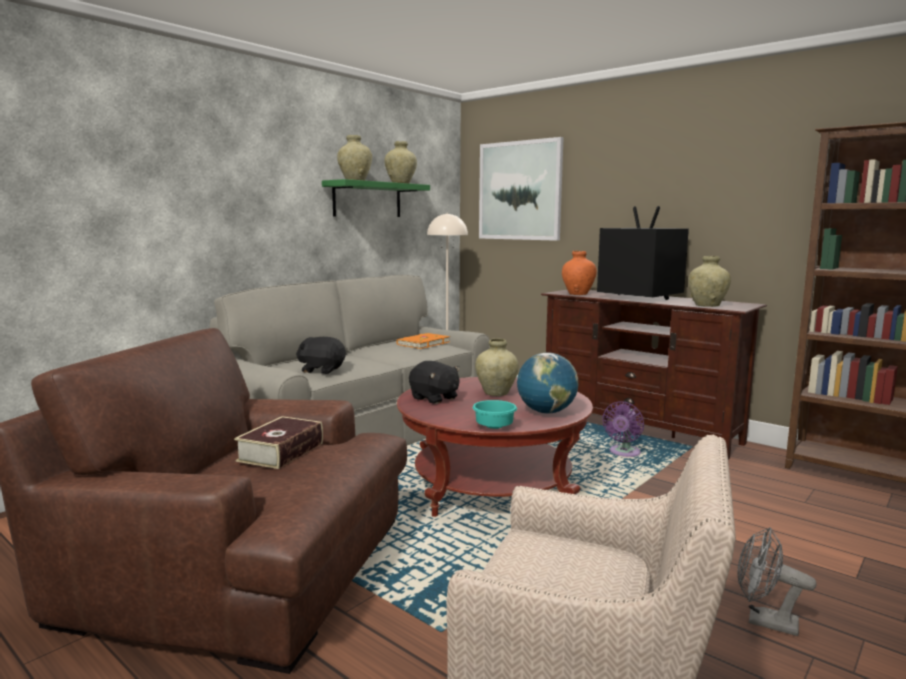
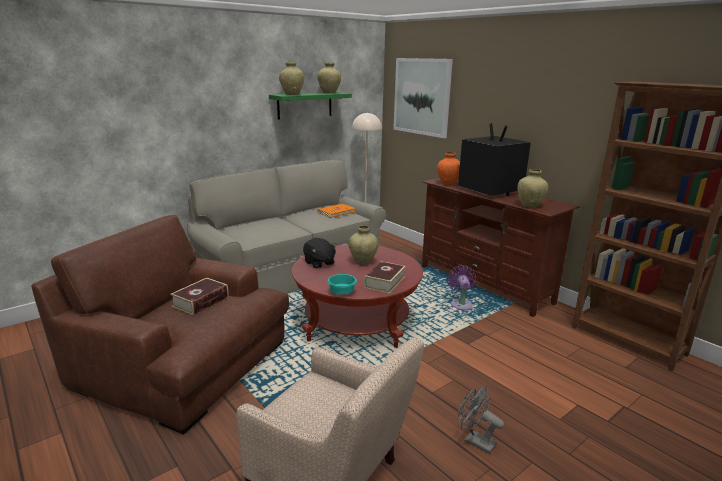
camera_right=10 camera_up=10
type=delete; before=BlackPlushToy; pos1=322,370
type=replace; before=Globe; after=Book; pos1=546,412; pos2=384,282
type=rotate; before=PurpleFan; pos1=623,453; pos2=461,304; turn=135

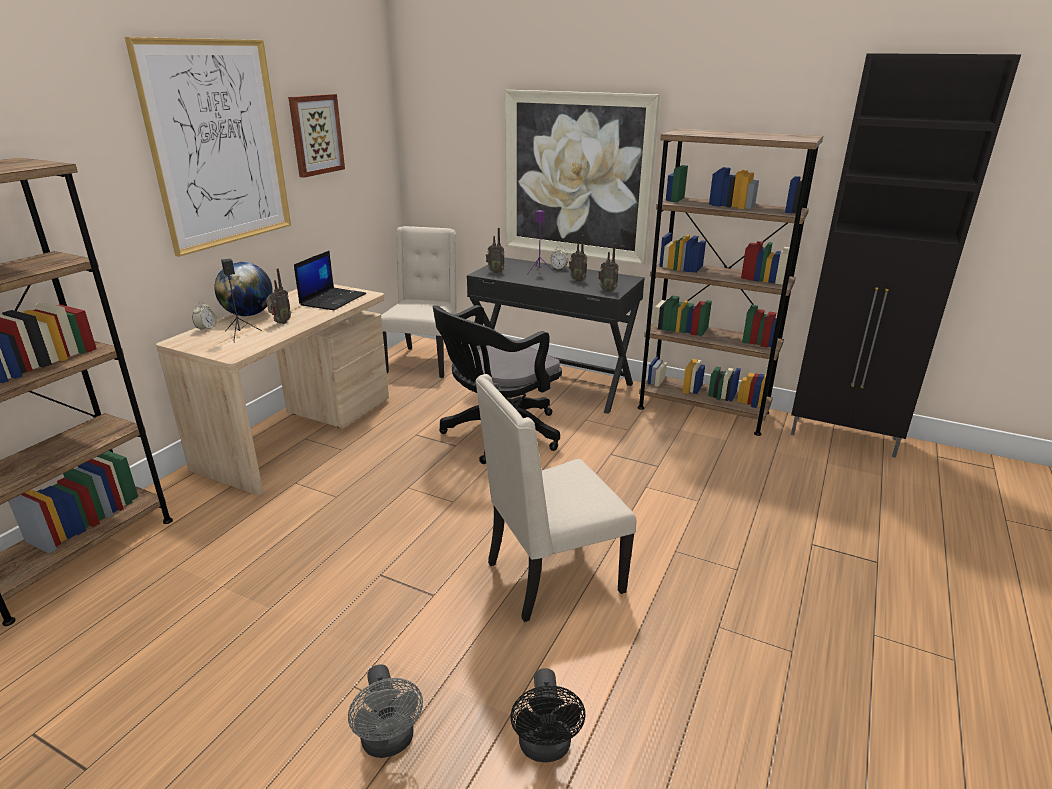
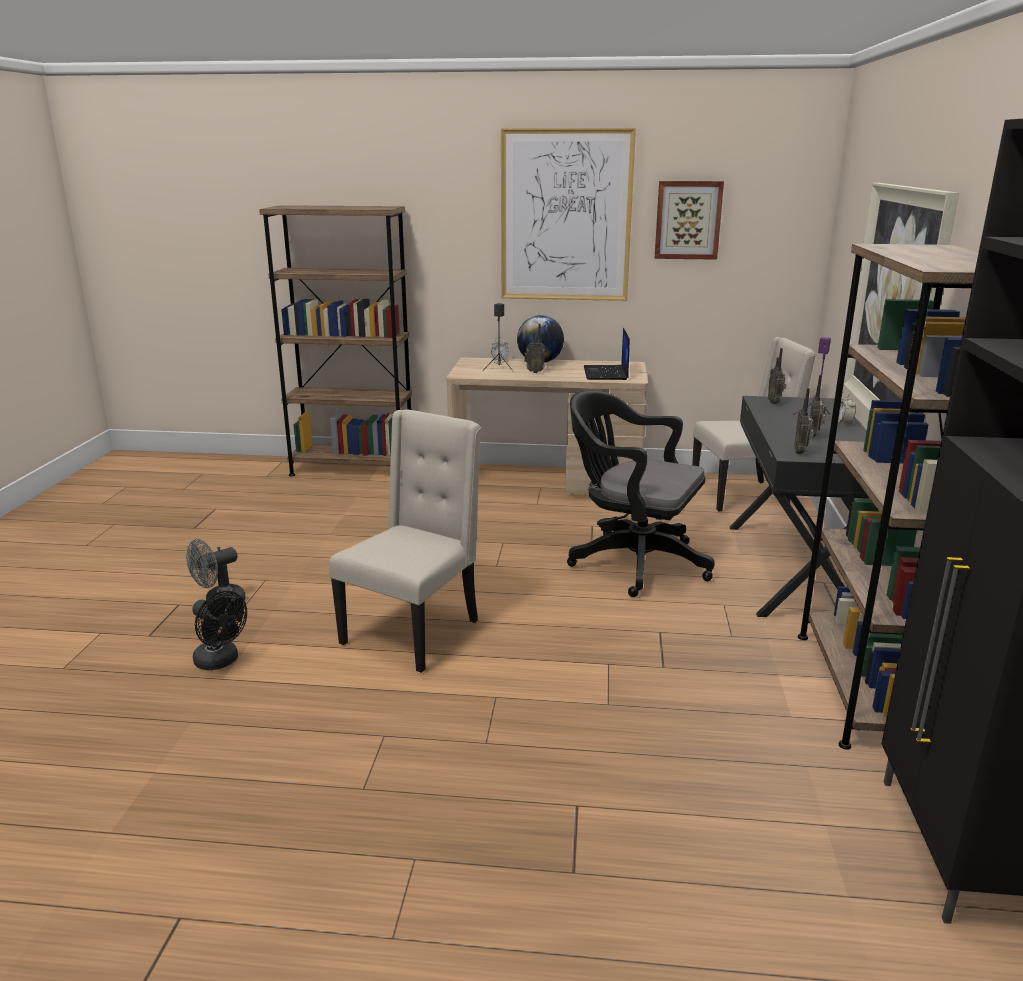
camera_right=70 camera_up=-5
type=rotate; before=Laptop; pos1=333,299; pos2=606,373; turn=90
type=rotate; before=BeigeChair; pos1=551,577; pos2=414,631; turn=75
type=rotate; before=BlackFan; pos1=545,748; pos2=221,662; turn=-120

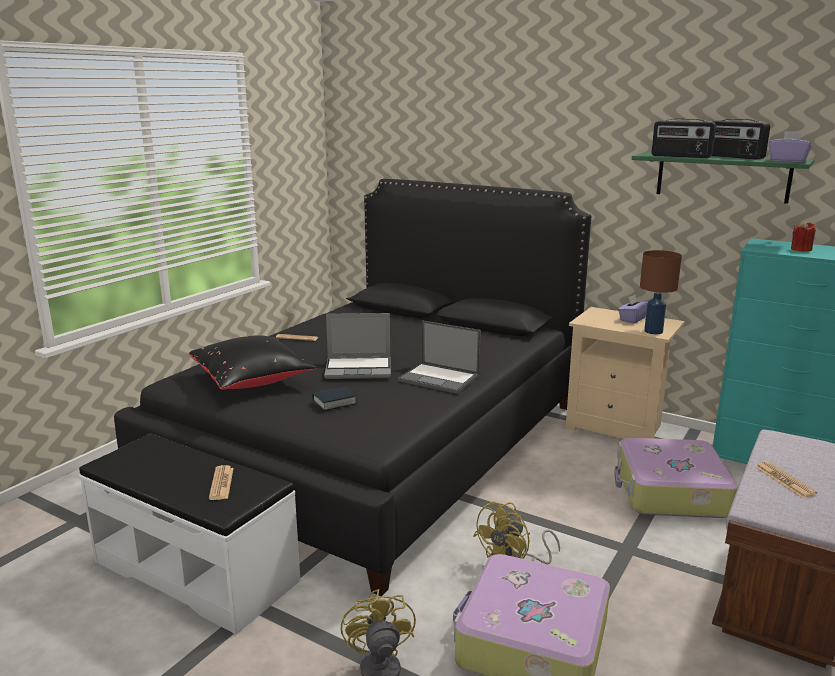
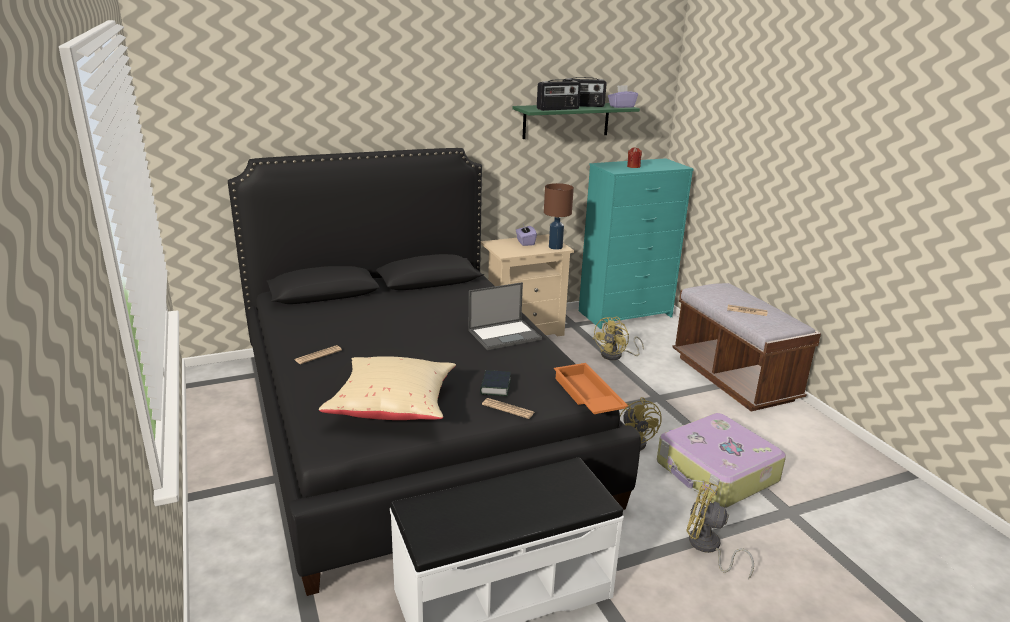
camera_right=-55 camera_up=5
type=delete; before=Laptop; pos1=359,369
type=insert; after=OrangeTray; pos2=586,396
type=move; before=Newspaper; pos1=221,483; pos2=508,409
type=replace; before=Suitcase; after=YellowFan; pos1=670,492; pos2=616,356
type=recolor; before=BlackPillow; after=BeigePillow; pos1=253,381; pos2=393,406

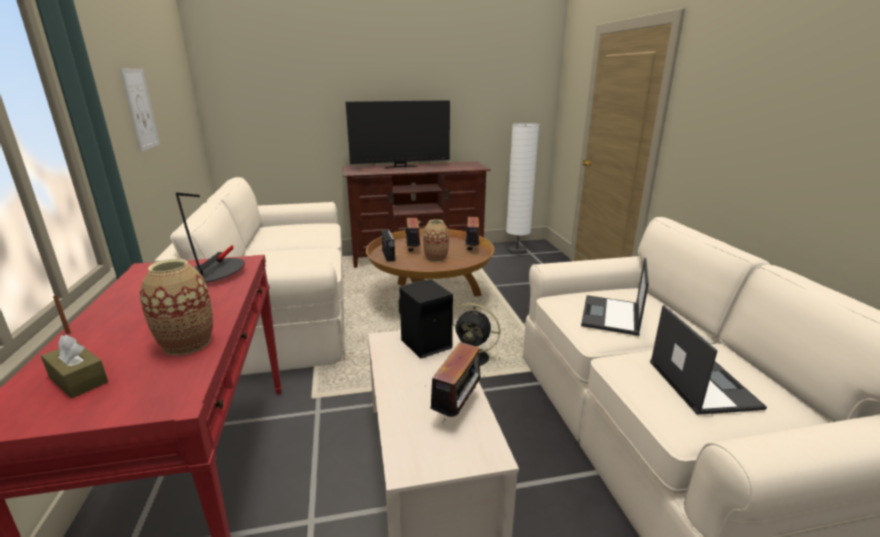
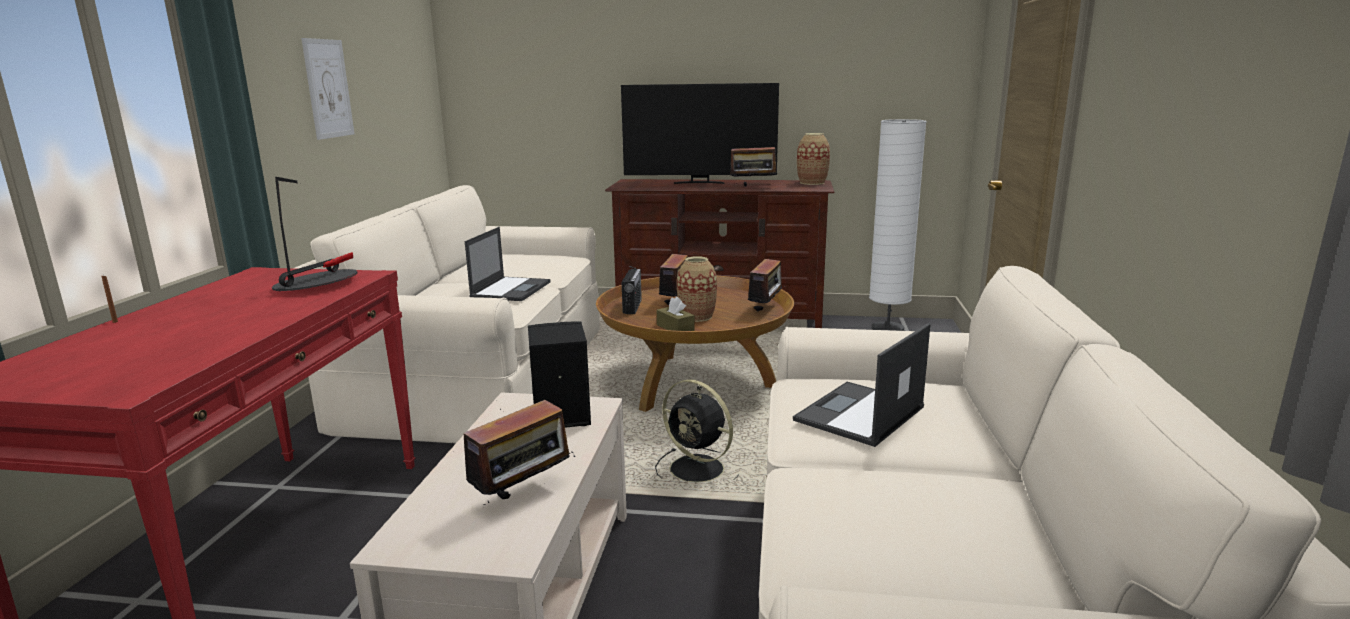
camera_right=20 camera_up=-5
type=insert; after=Radio; pos2=753,187
type=move; before=BrownTissueBox; pos1=78,379; pos2=675,328
type=move; before=Vase; pos1=187,343; pos2=812,183
type=move; before=Laptop; pos1=701,383; pos2=511,289

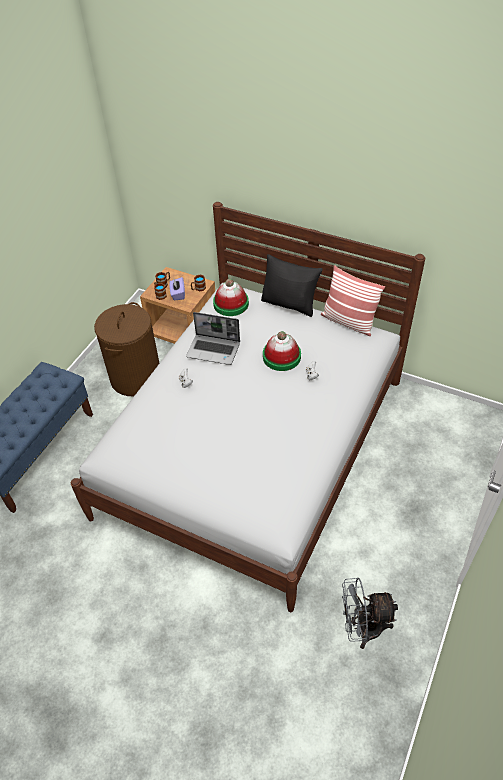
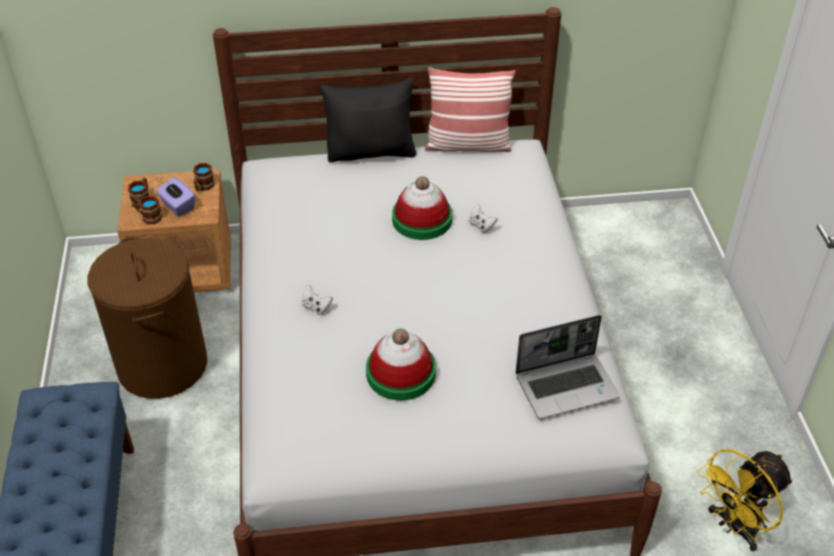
camera_right=-35 camera_up=-5
type=move; before=Laptop; pos1=214,350; pos2=567,386
type=move; before=Hat; pos1=231,304; pos2=401,373
type=recolor; before=GreyFan; after=YellowFan; pos1=362,628; pos2=734,527

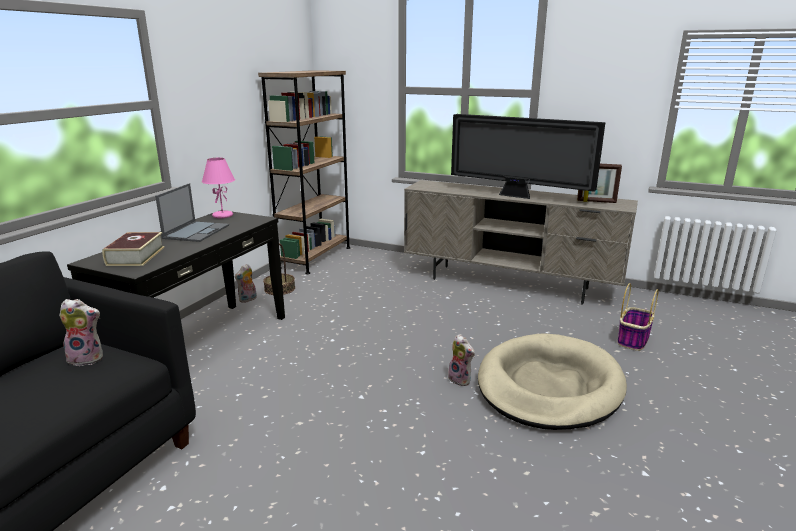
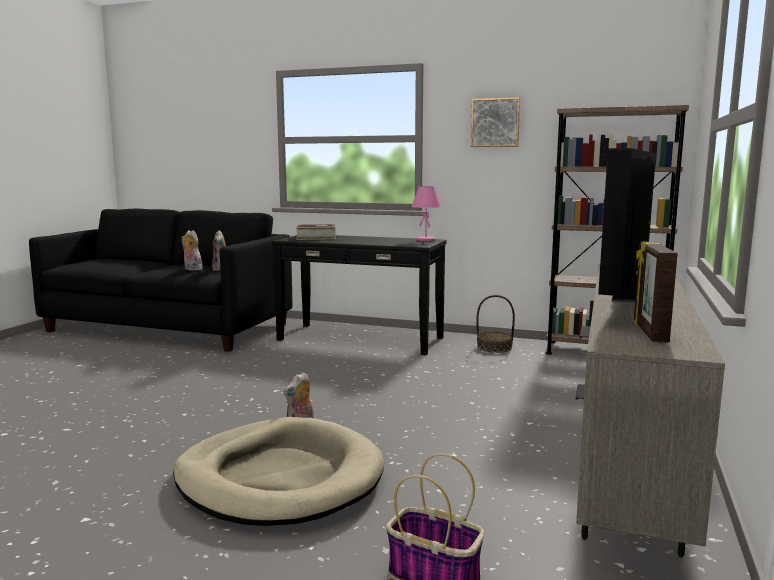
camera_right=85 camera_up=-10
type=delete; before=Laptop; pos1=197,231
type=insert; after=Picture; pos2=495,122
type=move; before=PlushToy; pos1=248,300; pos2=191,269

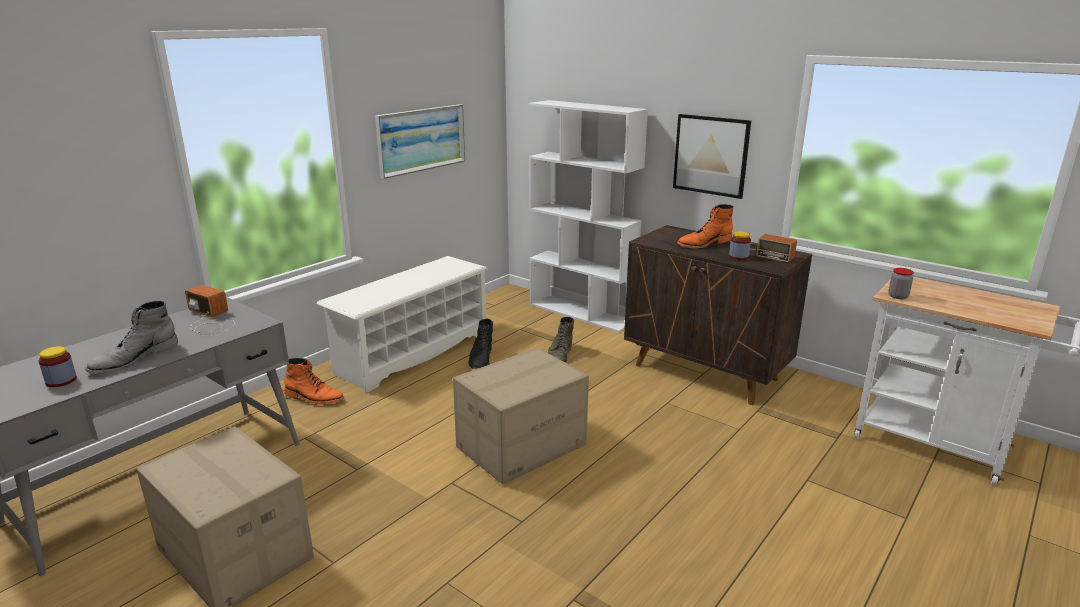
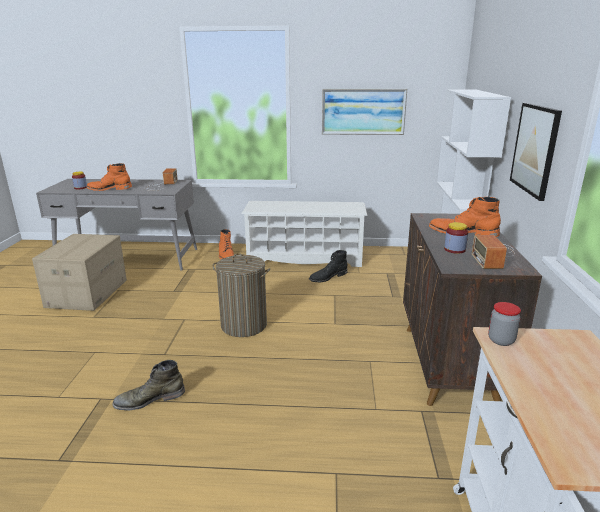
camera_right=55 camera_up=0
type=move; before=GreenBoot; pos1=559,356; pos2=150,399
type=replace; before=CardboardBox; after=LaundryBasket; pos1=521,445; pos2=244,325
type=recolor; before=GreyBoot; after=OrangeBoot; pos1=134,358; pos2=109,189

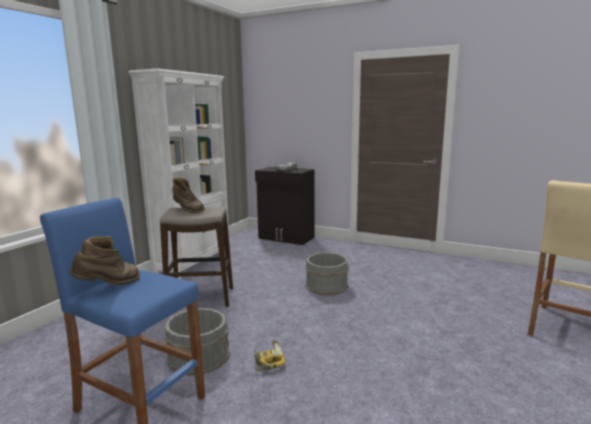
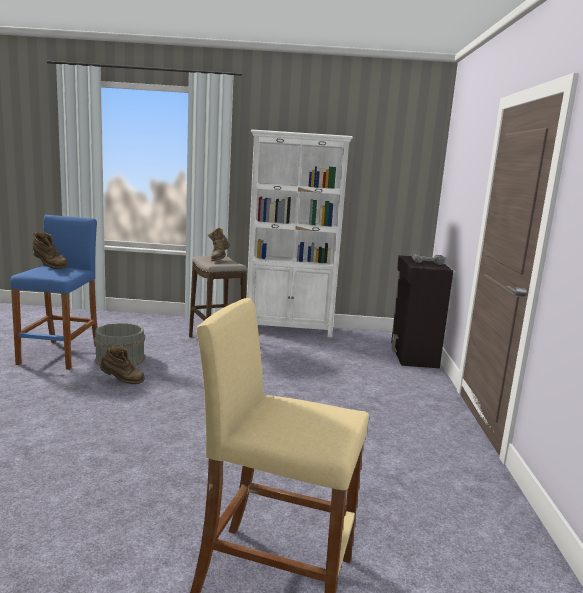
camera_right=65 camera_up=0
type=delete; before=GreyBucket; pos1=326,285
type=replace; before=PowerDrill; after=BrownBoot; pos1=268,359; pos2=122,381

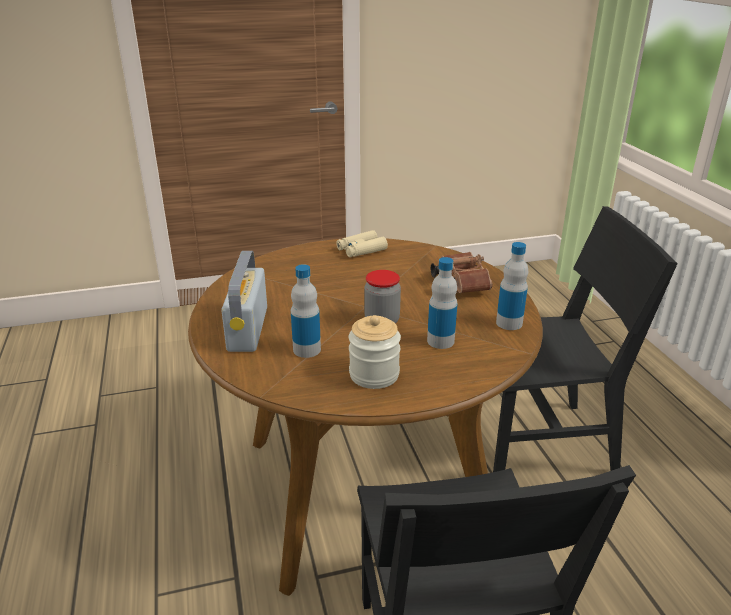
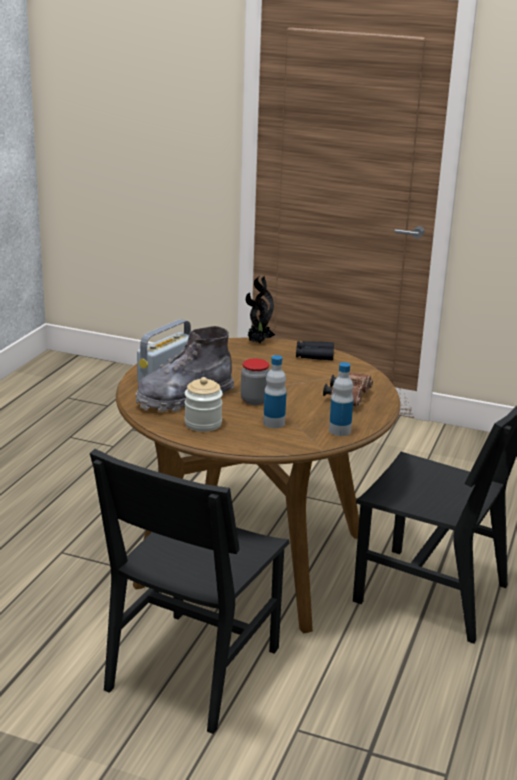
camera_right=35 camera_up=-5
type=insert; after=PottedPlant; pos2=258,342
type=replace; before=Bottle; after=GreyBoot; pos1=307,349; pos2=184,398
type=recolor; before=BeigeBinoculars; after=BlackBinoculars; pos1=361,250; pos2=314,355

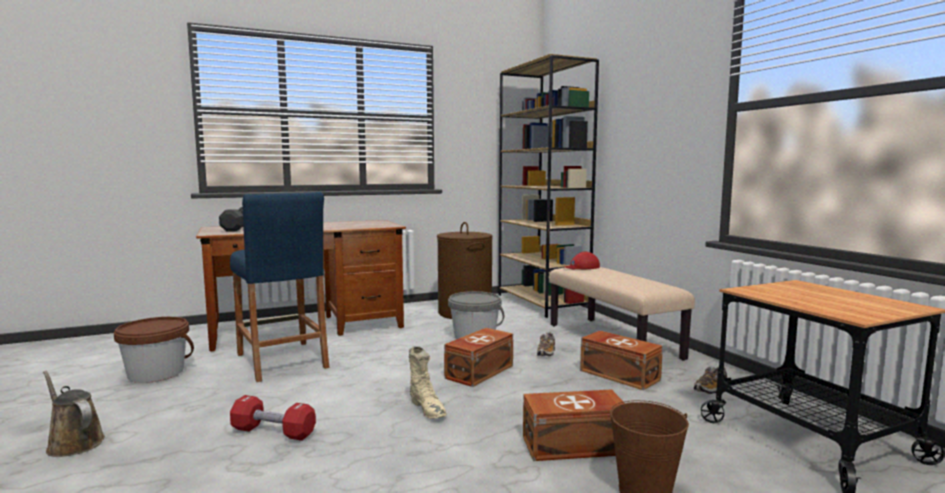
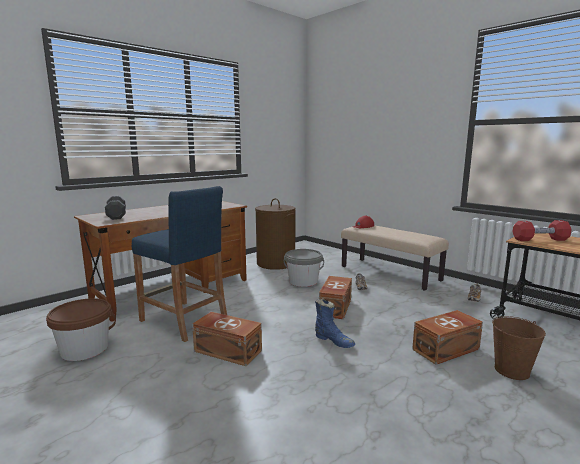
camera_right=-20 camera_up=5
type=delete; before=BrownWateringCan; pos1=73,443
type=delete; before=BrownBookcase; pos1=542,303
type=move; before=RedDumbbell; pos1=273,432; pos2=540,239
type=move; before=BrownStorageBox; pos1=619,374; pos2=227,350
type=recolor; before=BeigeBoot; after=BlueBoot; pos1=427,409; pos2=333,341

